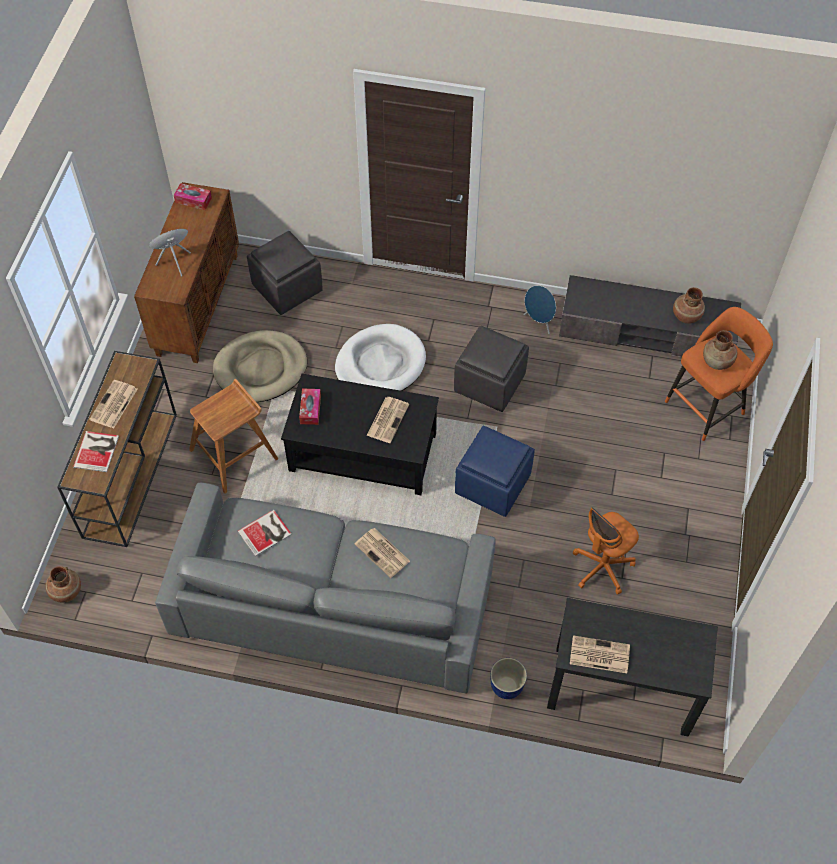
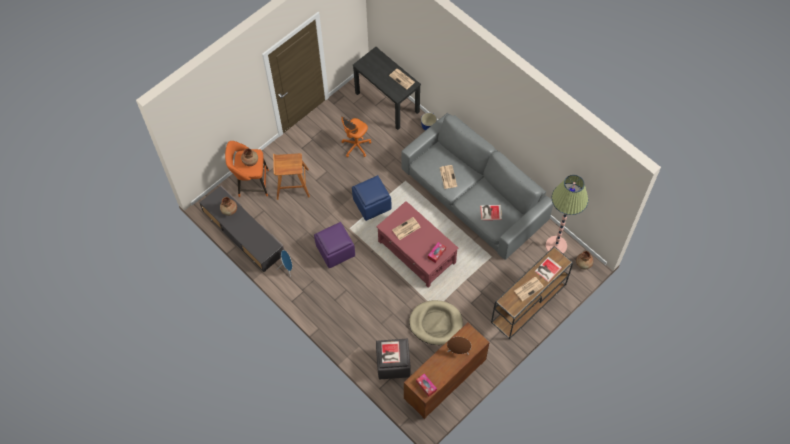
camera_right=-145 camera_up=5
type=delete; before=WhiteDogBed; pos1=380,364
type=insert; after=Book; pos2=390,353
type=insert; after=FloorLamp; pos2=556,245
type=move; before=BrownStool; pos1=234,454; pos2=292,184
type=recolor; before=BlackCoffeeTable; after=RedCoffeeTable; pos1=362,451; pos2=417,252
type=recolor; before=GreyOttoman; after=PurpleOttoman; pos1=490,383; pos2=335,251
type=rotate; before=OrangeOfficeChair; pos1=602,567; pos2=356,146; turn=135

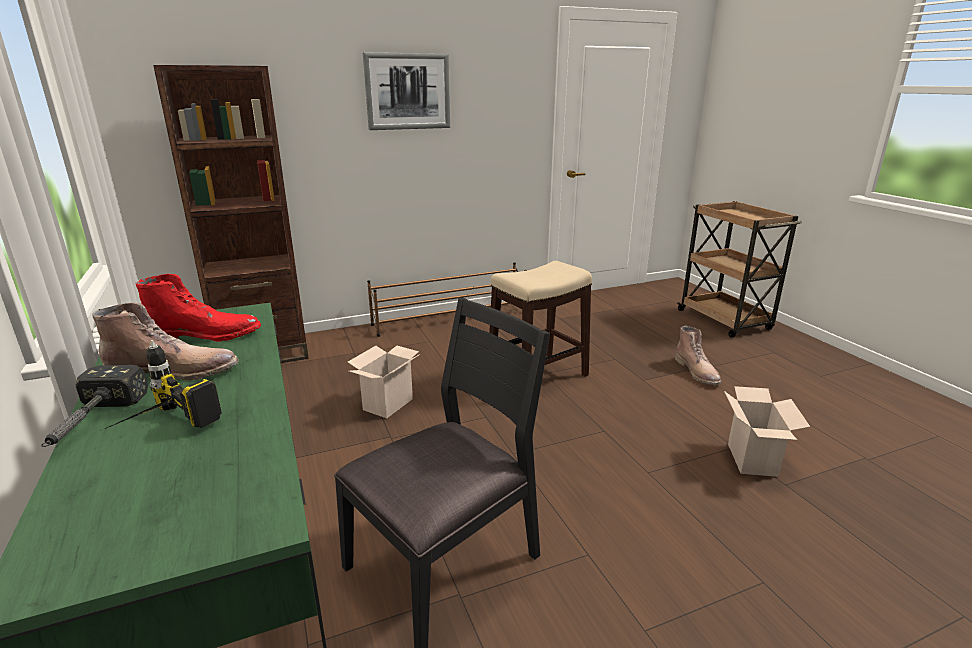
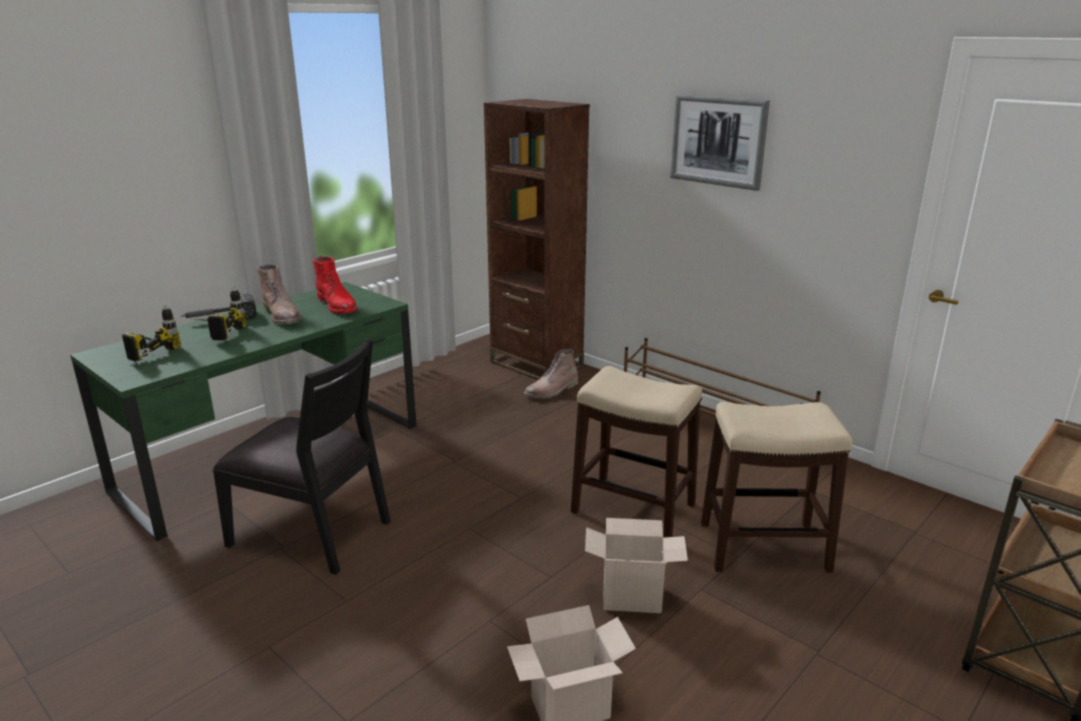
camera_right=65 camera_up=0
type=insert; after=PowerDrill; pos2=145,351
type=insert; after=Stool; pos2=762,547
type=move; before=CardboardBox; pos1=388,403; pos2=633,596
type=move; before=BrownBoot; pos1=698,372; pos2=552,391

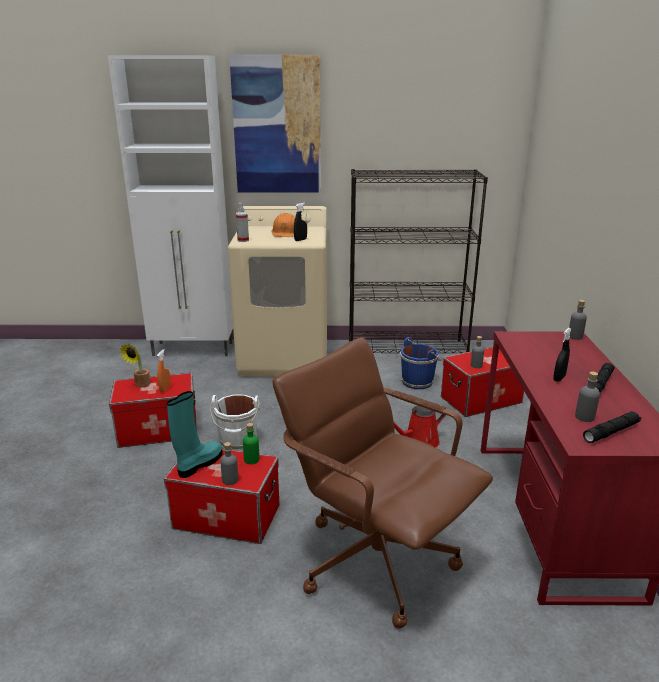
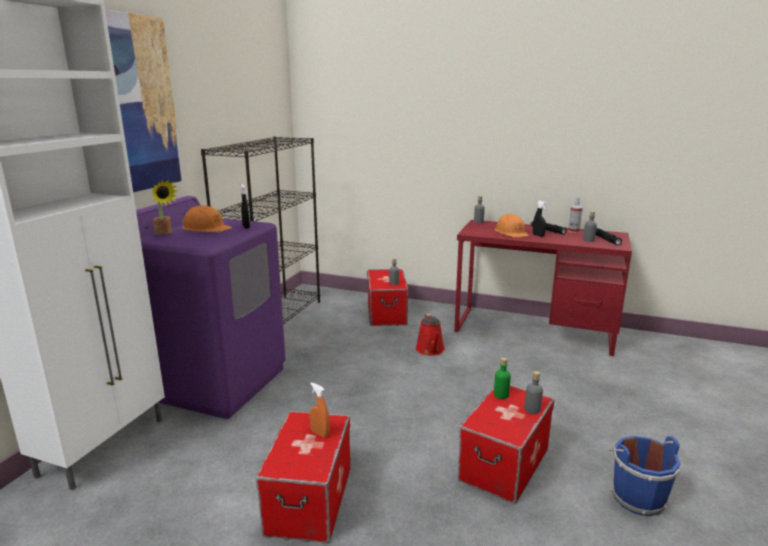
camera_right=-70 camera_up=-5
type=delete; before=TurquoiseBoot; pos1=199,464
type=delete; before=WhiteBucket; pos1=238,441
type=delete; before=BrownOfficeChair; pos1=376,559
type=insert; after=OrangeHardHat; pos2=511,232
type=move; before=PottedPlant; pos1=140,385; pos2=165,233
type=move; before=SprayBottle; pos1=243,240; pos2=573,231
type=move; before=BlueBucket; pos1=418,381; pos2=636,496
type=recolor; before=BeigeWashingMachine; after=PurpleWashingMachine; pos1=285,357; pos2=216,382

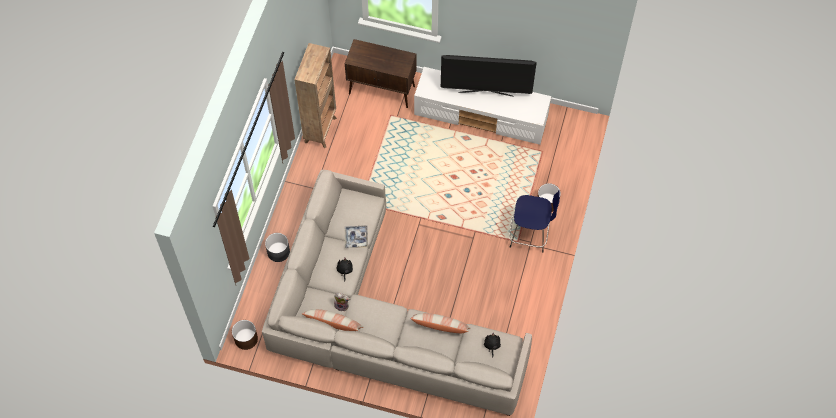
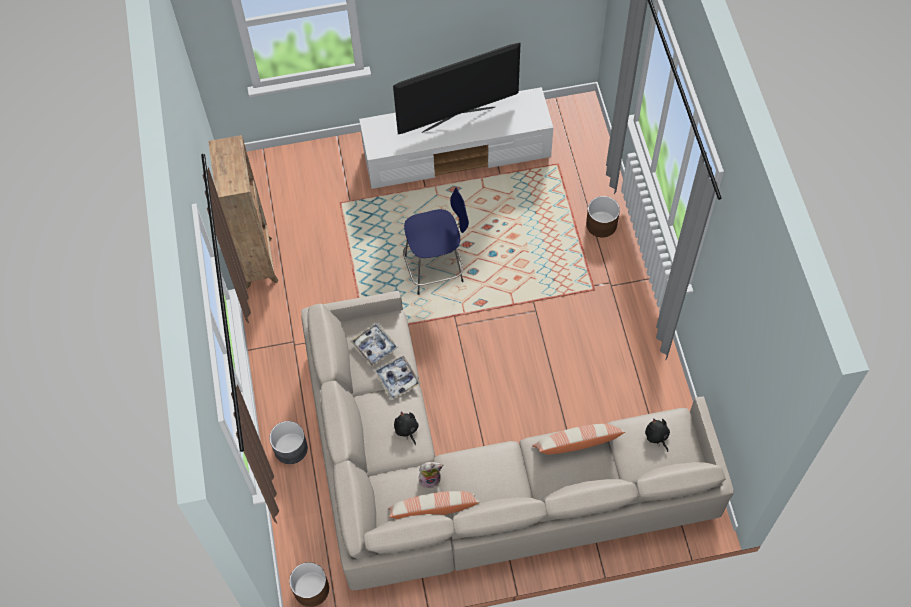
camera_right=-25 camera_up=0
type=delete; before=BrownCabinet; pos1=382,90
type=insert; after=Tray; pos2=374,346
type=move; before=BlueStool; pos1=530,235; pos2=436,268

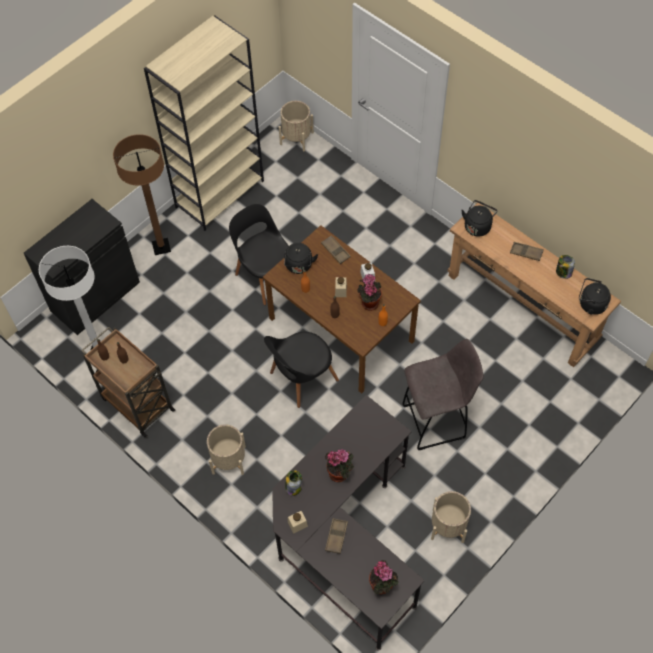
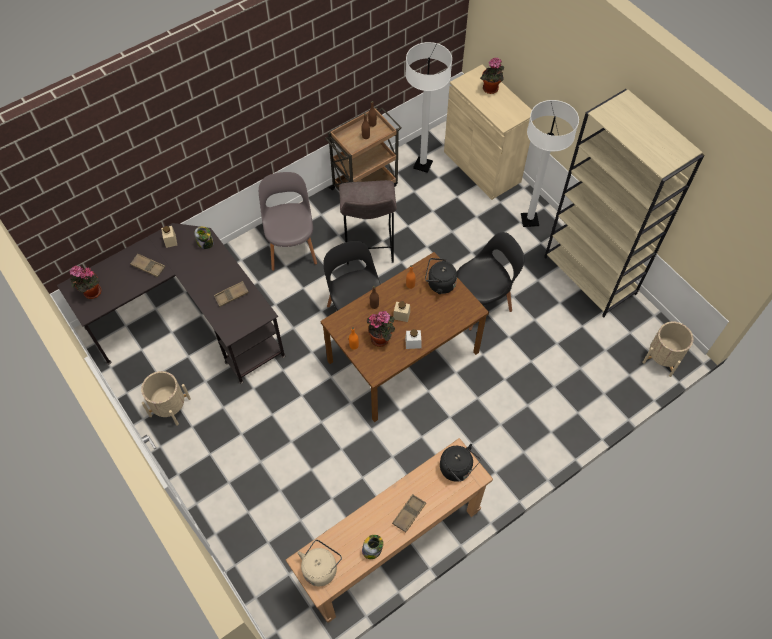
camera_right=100 camera_up=0
type=move; before=BrownTray; pos1=335,251; pos2=231,295
type=move; before=PottedPlant; pos1=340,473; pos2=490,90
type=move; before=GreyStool; pos1=436,421; pos2=369,248
type=replace; before=BeigePlanter; after=GreyChair; pos1=229,459; pos2=291,245
type=recolor; before=BlackCabinet; after=BeigeCabinet; pos1=95,296; pos2=482,166
type=recolor; before=BrownFloorLamp; after=WhiteFloorLamp; pos1=161,247; pos2=529,220
type=recolor; before=BlackKettle; after=BeigeKettle; pos1=590,304; pos2=321,567

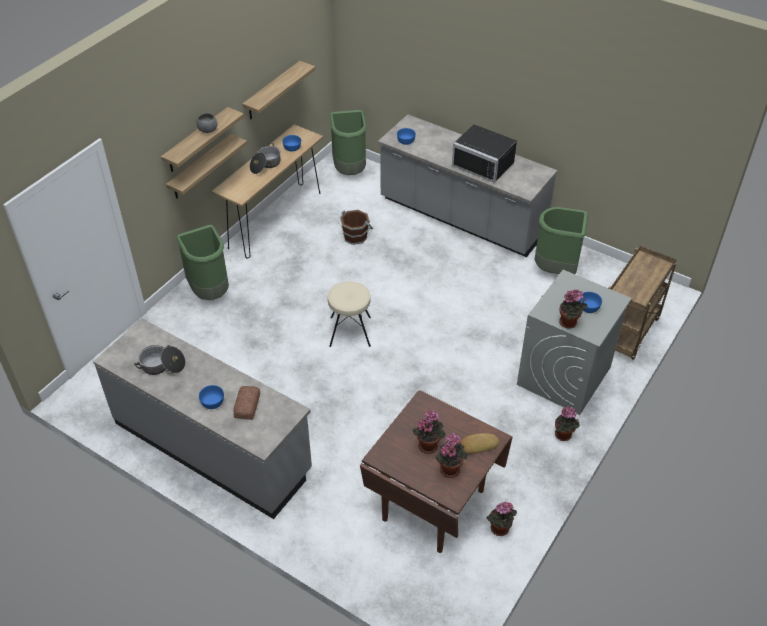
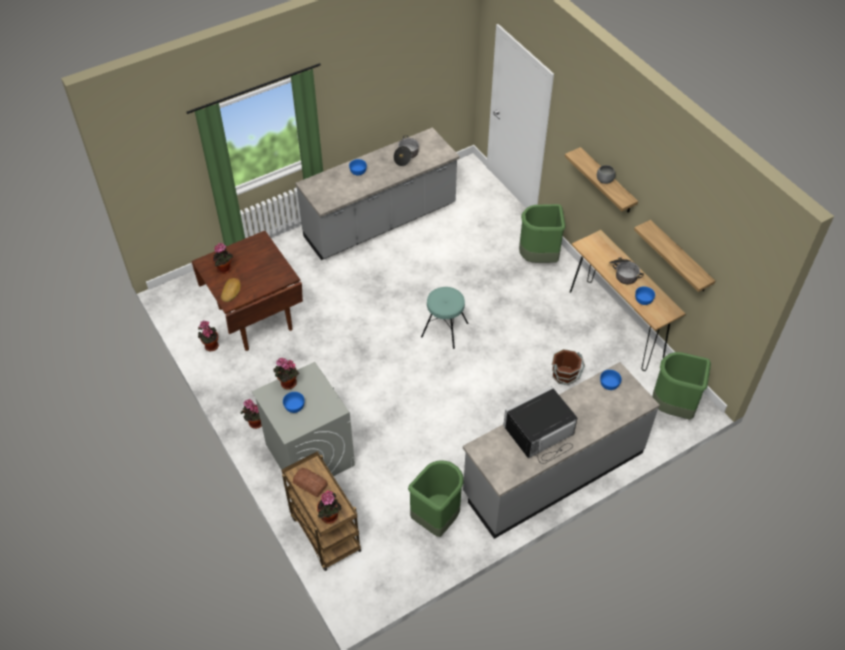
camera_right=115 camera_up=5
type=delete; before=Shelf; pos1=201,167
type=move; before=Bread; pos1=246,406; pos2=310,483
type=move; before=PottedPlant; pos1=428,444; pos2=330,517
type=recolor; before=BeigeStool; after=TurquoiseStool; pos1=350,331; pos2=444,330

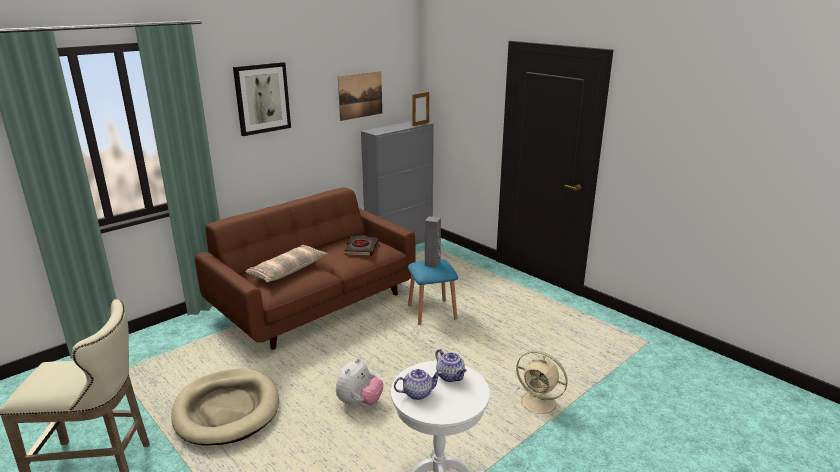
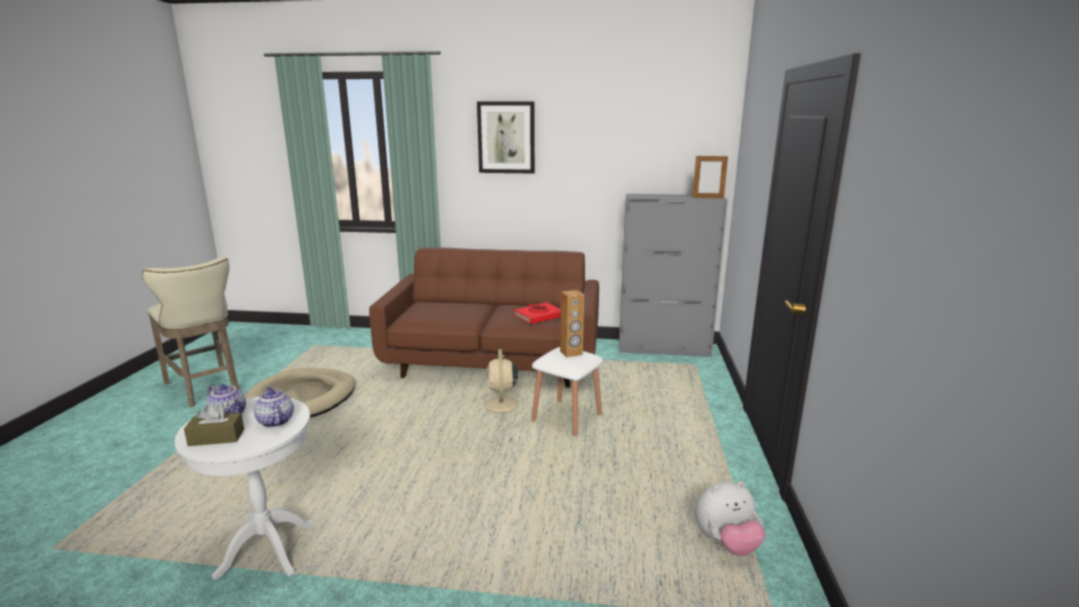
camera_right=50 camera_up=-5
type=delete; before=Pillow; pos1=288,270
type=delete; before=Picture; pos1=360,95
type=insert; after=BrownTissueBox; pos2=216,437
type=move; before=PlushToy; pos1=359,402; pos2=726,544
type=move; before=BeigeFan; pos1=540,403; pos2=501,405
type=recolor; before=BlackBook; after=RedBook; pos1=361,249; pos2=539,316
type=recolor; before=BlueStool; after=WhiteStool; pos1=432,312; pos2=567,417
type=recolor; before=GreySpeaker; after=BrownSpeaker; pos1=432,263; pos2=571,353
type=rotate; before=Teapot; pos1=451,376; pos2=275,421; turn=135

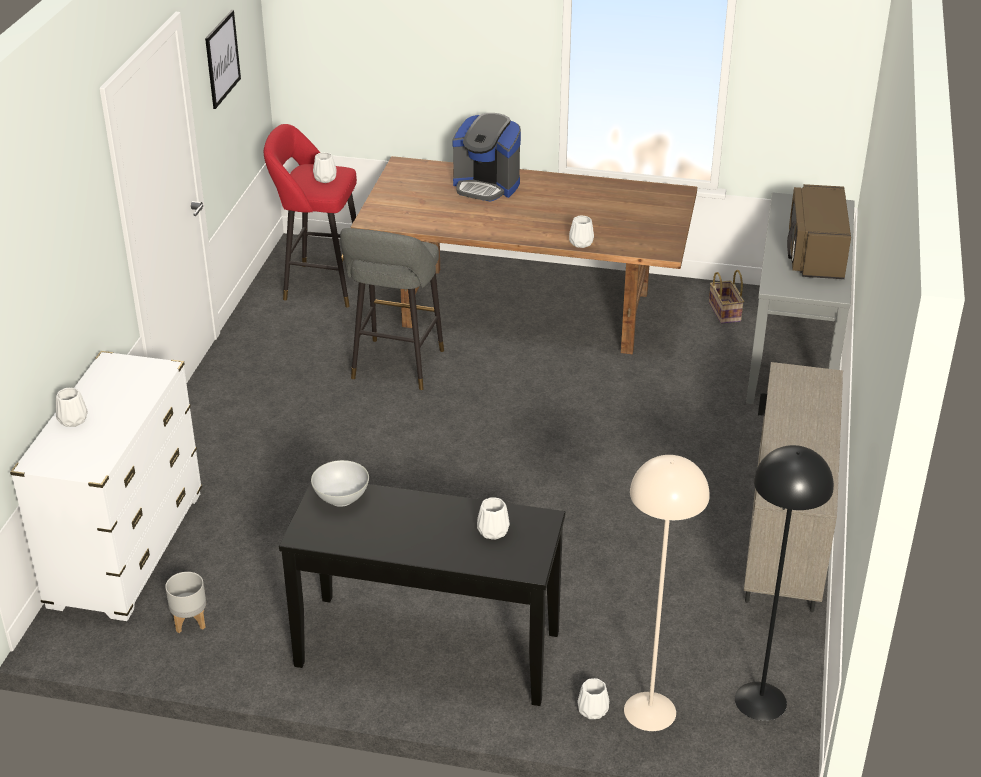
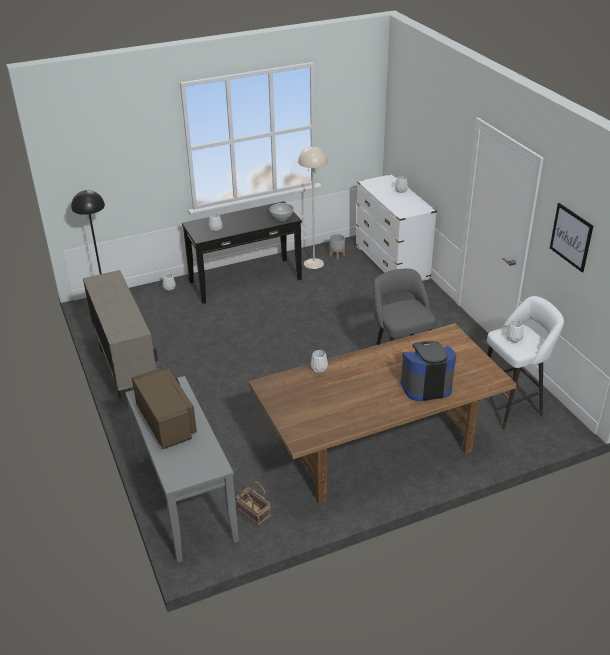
camera_right=145 camera_up=0
type=move; before=BeigeFloorLamp; pos1=649,711; pos2=314,263
type=recolor; before=RedStool; after=WhiteStool; pos1=320,285; pos2=511,406

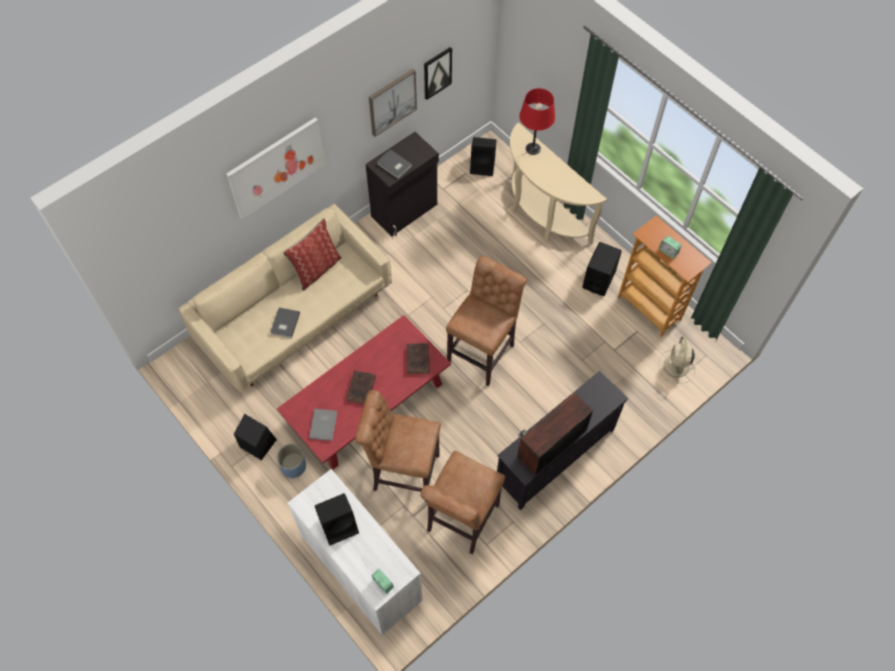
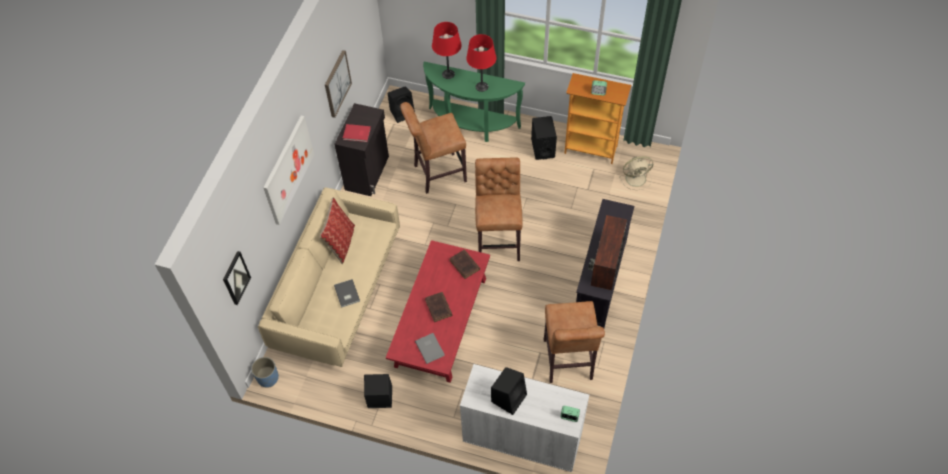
camera_right=-30 camera_up=-5
type=insert; after=RedTableLamp; pos2=482,87
type=move; before=BluePlanter; pos1=293,466; pos2=268,378
type=move; before=BrownStool; pos1=402,472; pos2=437,174
type=move; before=Picture; pos1=437,73; pos2=236,278
type=recolor; before=GreyBook; after=RedBook; pos1=394,165; pos2=357,134
type=recolor; before=BeigeConsoleTable; after=GreenConsoleTable; pos1=541,216; pos2=471,126
type=rotate; before=BeigeFan; pos1=676,367; pos2=636,178; turn=-75

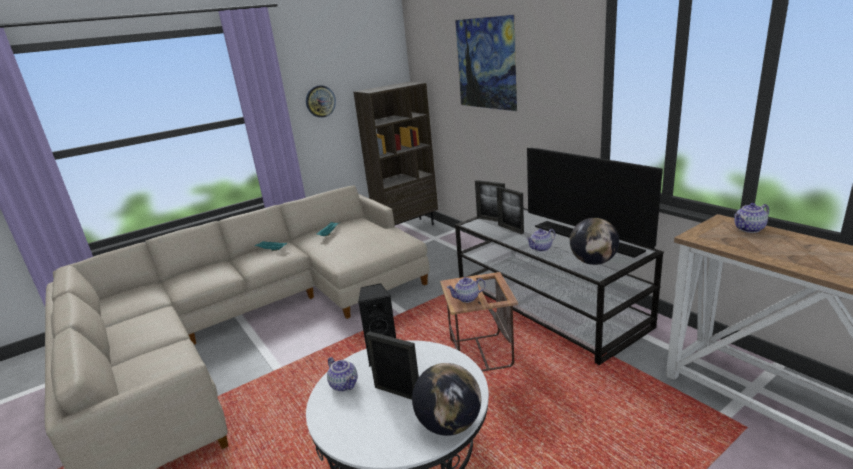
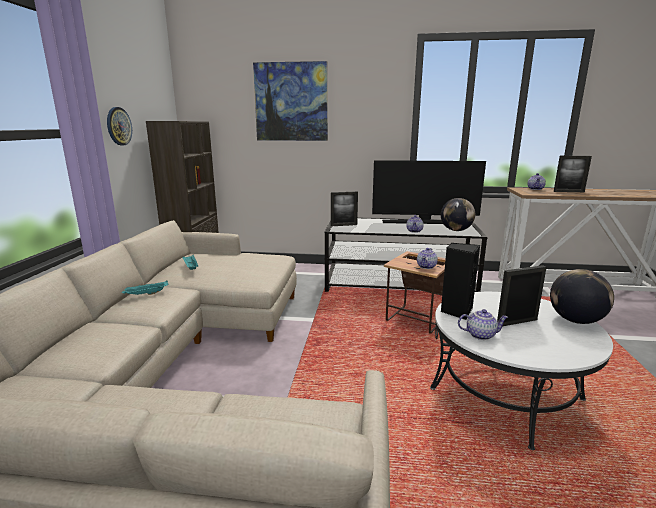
camera_right=-50 camera_up=-5
type=move; before=PictureFrame; pos1=510,229; pos2=568,191

